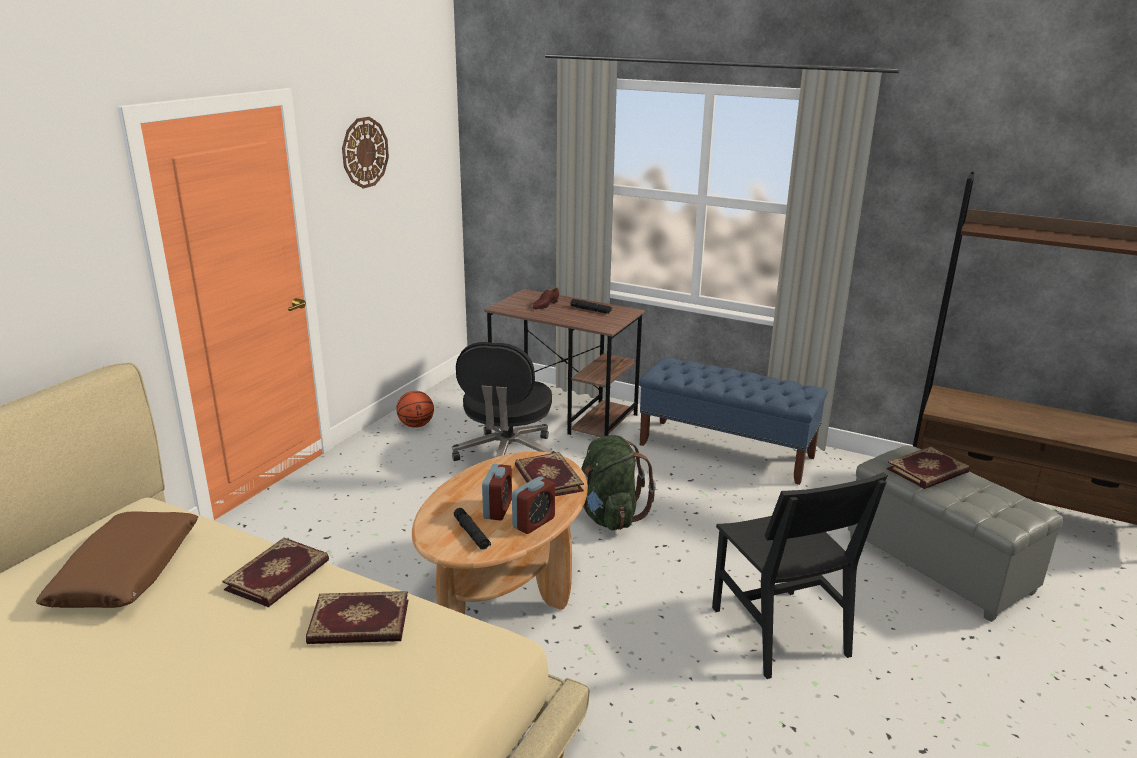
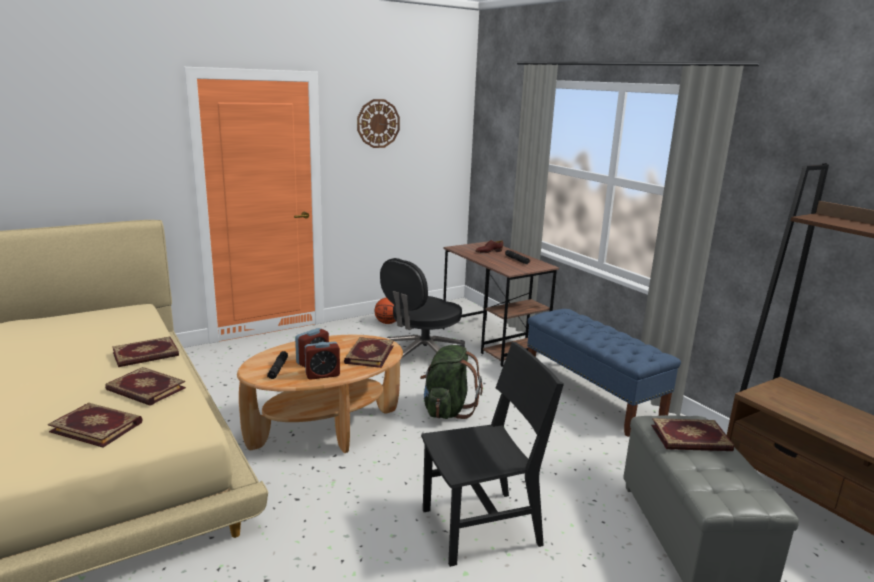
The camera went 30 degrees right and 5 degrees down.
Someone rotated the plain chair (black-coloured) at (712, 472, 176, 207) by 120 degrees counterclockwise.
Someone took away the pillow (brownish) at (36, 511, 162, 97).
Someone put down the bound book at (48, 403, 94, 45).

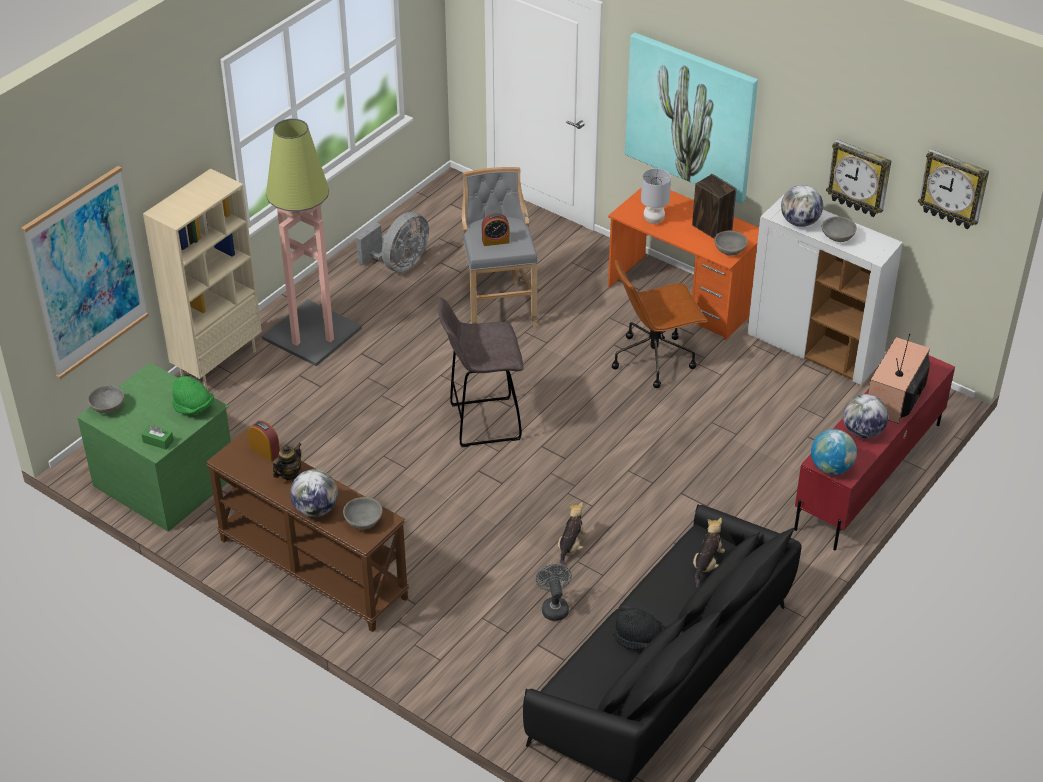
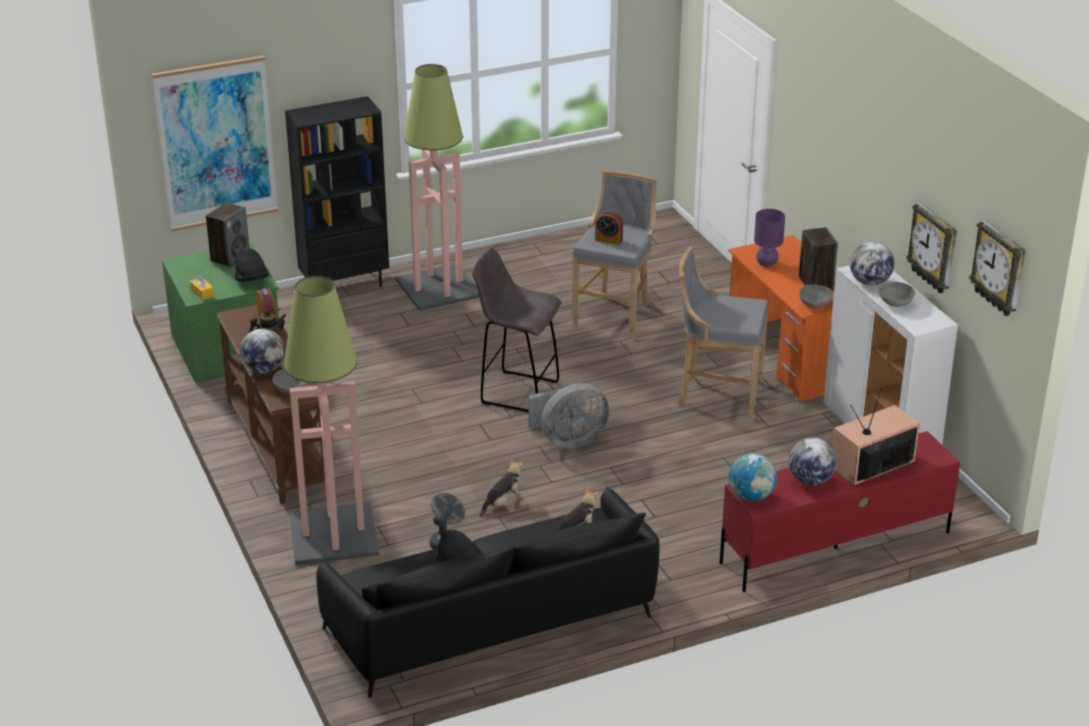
The camera went 30 degrees right and 10 degrees down.
Someone took away the wall art at (625, 33, 133, 171).
Someone repainted the bookcase (beige) at (143, 168, 119, 221), which became the bookcase (black-coloured) at (285, 96, 104, 191).
Someone repainted the lamp for a table (gray) at (641, 168, 30, 56), which became the lamp for a table (purplish) at (754, 209, 31, 57).
Someone carried the fan (gray) from (356, 212, 73, 60) to (528, 383, 81, 65).
Someone swapped the office chair (brownish) at (612, 260, 95, 128) for the stool seat (gray) at (678, 247, 90, 172).
Someone repainted the wearable hat (greenish) at (172, 376, 42, 39), which became the wearable hat (black-coloured) at (234, 247, 35, 35).
Someone took away the bowl (gray) at (88, 385, 37, 28).
Someone repainted the tissue holder (greenish) at (141, 425, 33, 25), which became the tissue holder (yellow) at (190, 275, 24, 25).
Someone put down the speaker at (206, 202, 43, 66).
Someone put down the floor lamp at (284, 276, 95, 289).

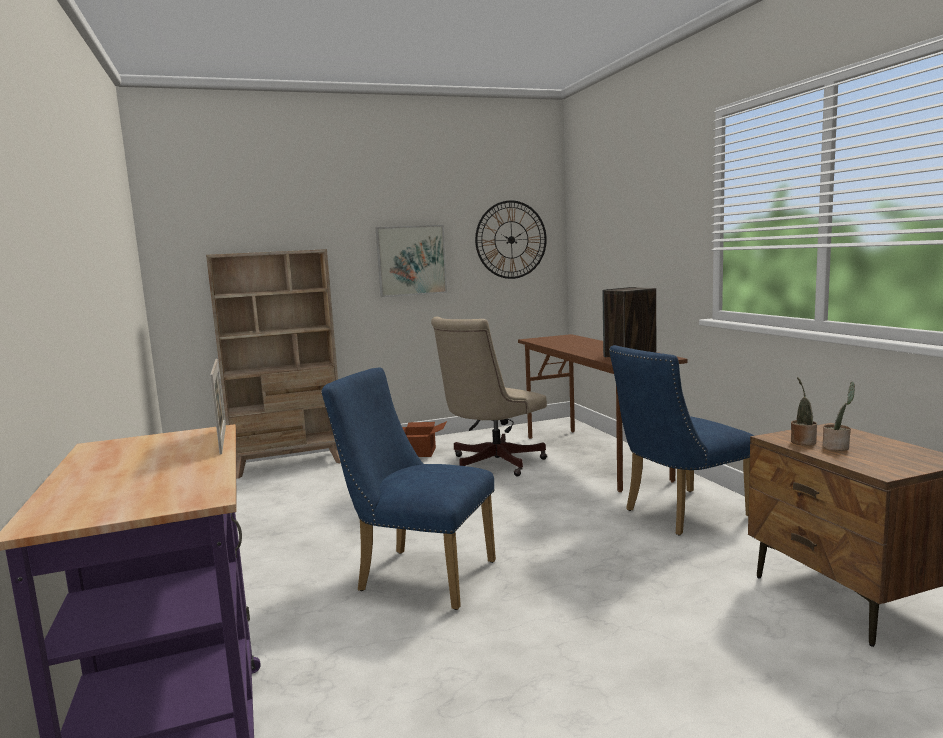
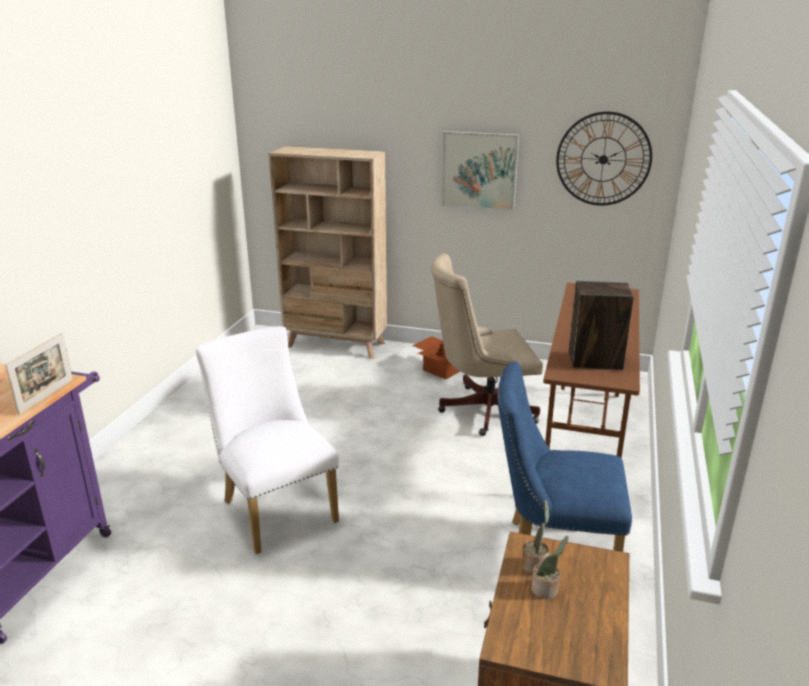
The camera went 35 degrees right and 15 degrees up.
Someone repainted the plain chair (blue) at (321, 367, 175, 243), which became the plain chair (whitish) at (195, 326, 144, 228).

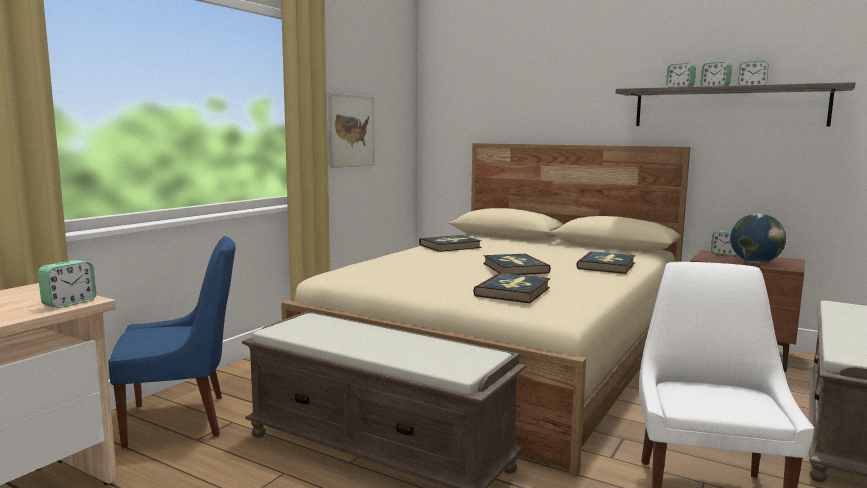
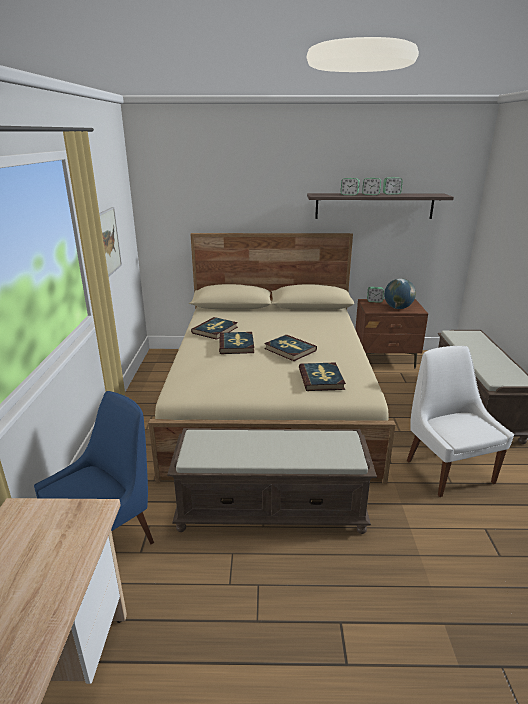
The camera went 30 degrees left and 15 degrees up.
Someone carried the bound book from (576, 251, 59, 23) to (219, 332, 35, 22).
Someone took away the table clock at (38, 260, 58, 48).

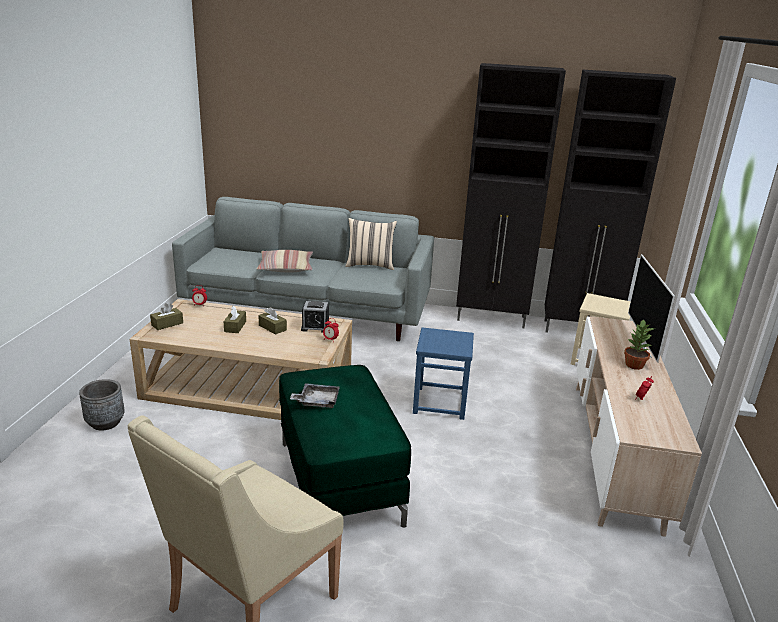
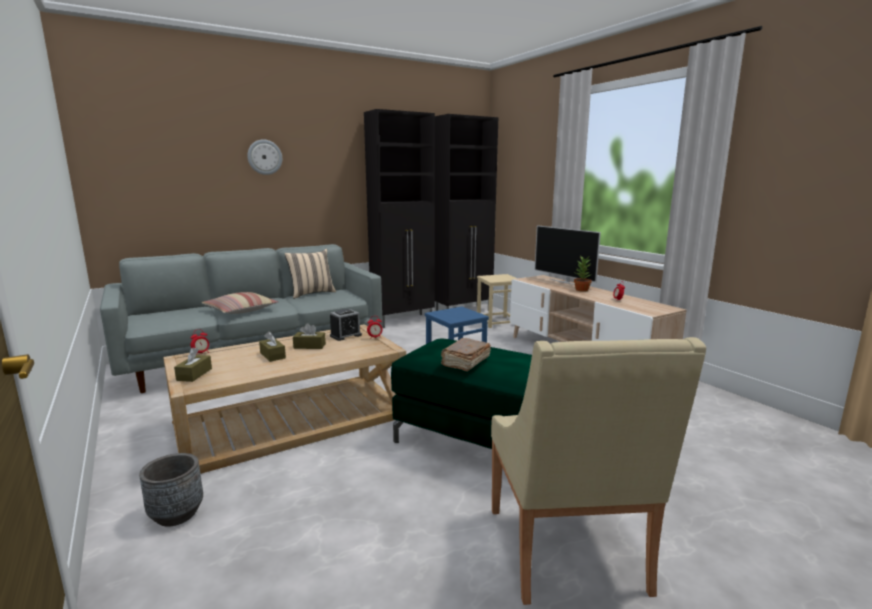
The camera went 40 degrees left and 10 degrees down.
Someone swapped the serving tray (gray) at (290, 383, 50, 25) for the bound book (brownish) at (441, 338, 50, 34).
Someone put up the clock on the wall at (247, 139, 35, 36).

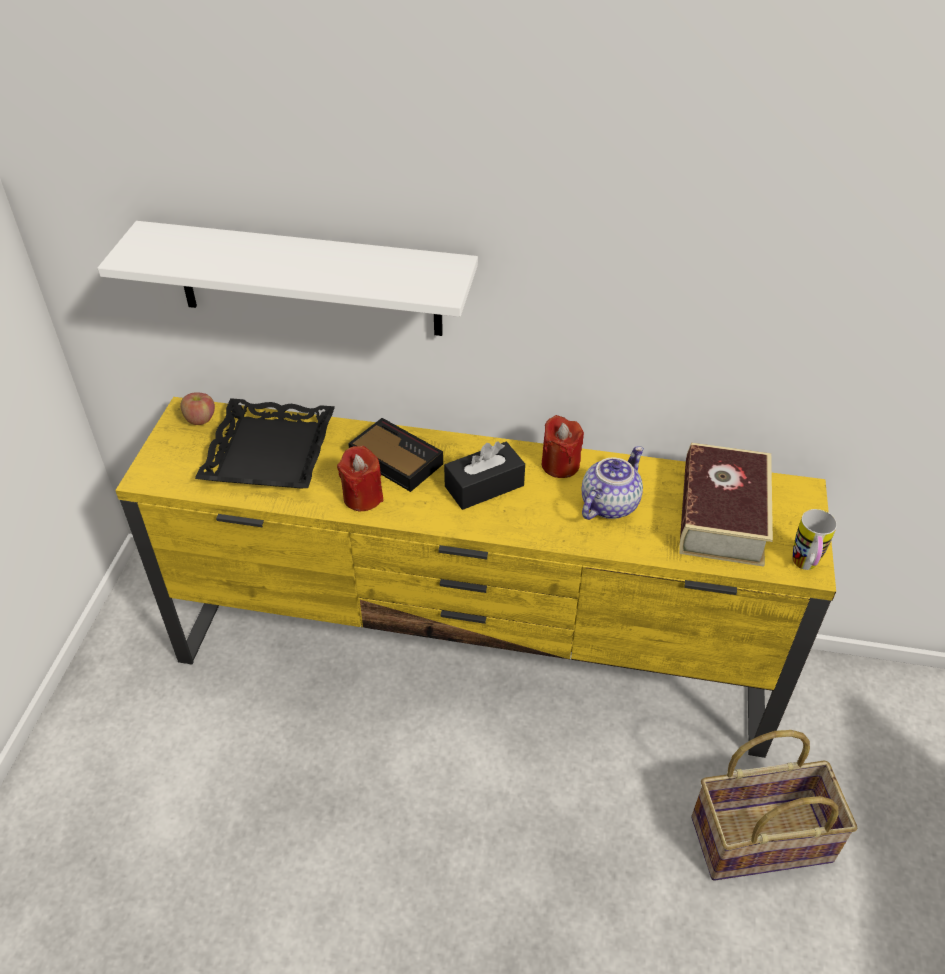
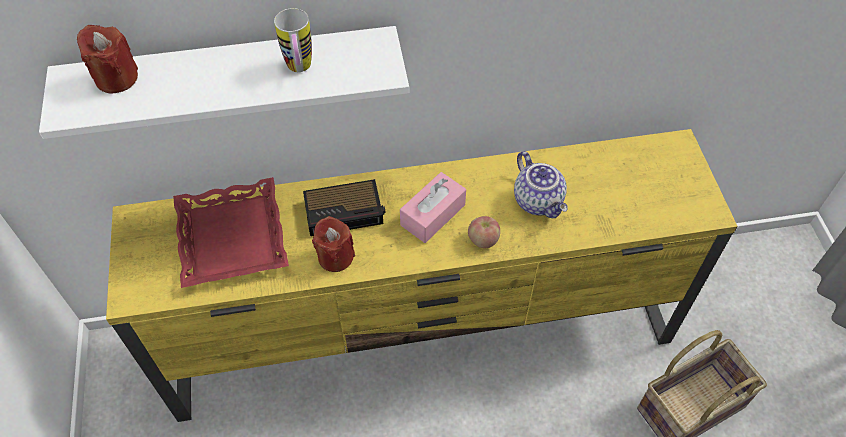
The camera went 20 degrees left and 10 degrees up.
Someone carried the apple fruit from (180, 392, 35, 33) to (468, 216, 32, 32).
Someone repainted the serving tray (black-coloured) at (195, 398, 140, 90), which became the serving tray (reddish) at (173, 177, 116, 111).
Someone carried the wax candle (reddish) from (542, 415, 42, 63) to (77, 25, 61, 69).
Someone rotated the table clock at (348, 418, 95, 74) by 150 degrees clockwise.
Someone repainted the tissue holder (black-coloured) at (444, 442, 81, 68), which became the tissue holder (pink) at (400, 172, 66, 71).
Someone took away the bound book at (679, 443, 94, 124).
Someone rotated the tea pot at (582, 446, 62, 74) by 135 degrees clockwise.
Someone carried the tea mug from (793, 509, 44, 61) to (274, 8, 38, 64).

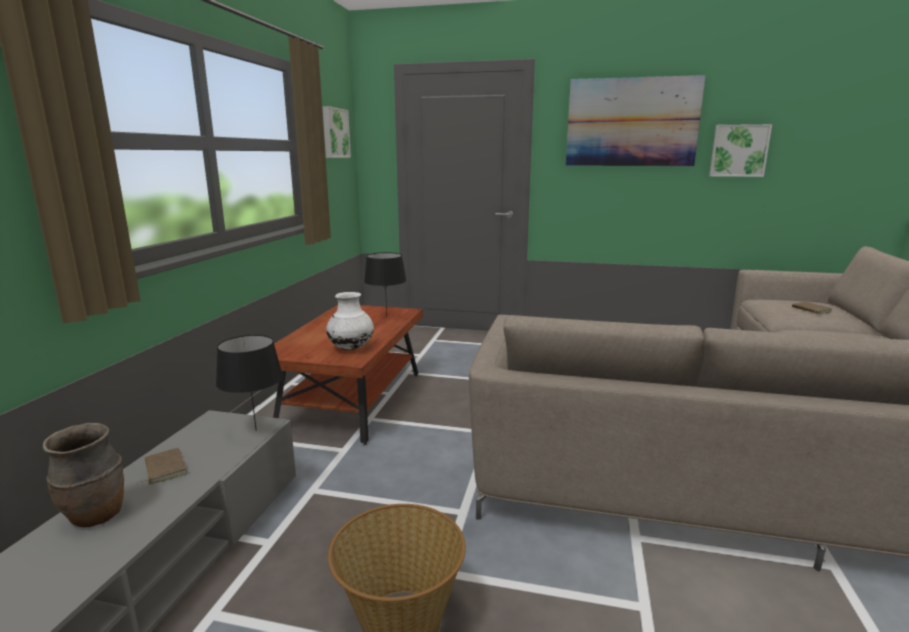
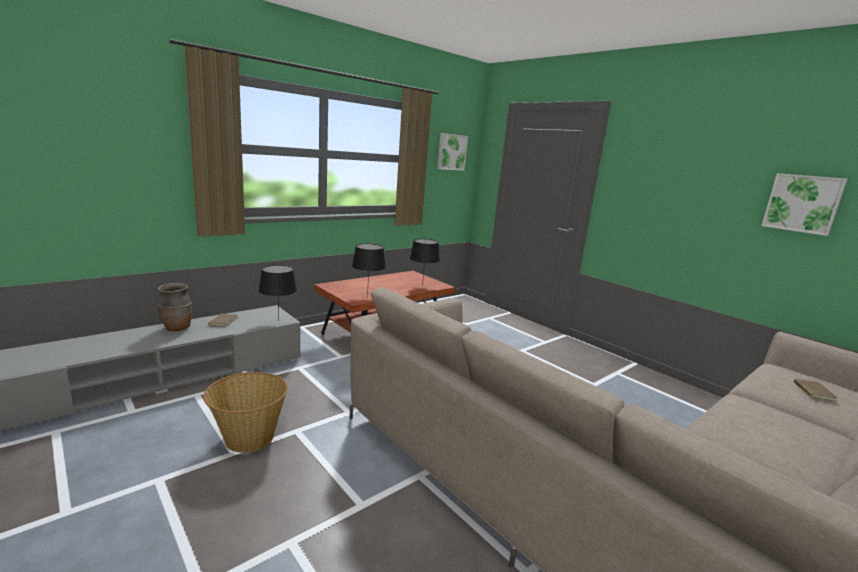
The camera went 35 degrees right and 0 degrees up.
Someone took away the wall art at (566, 75, 140, 91).
Someone swapped the flower vase (whitish) at (326, 292, 48, 58) for the lamp for a table (black-coloured) at (352, 243, 34, 52).

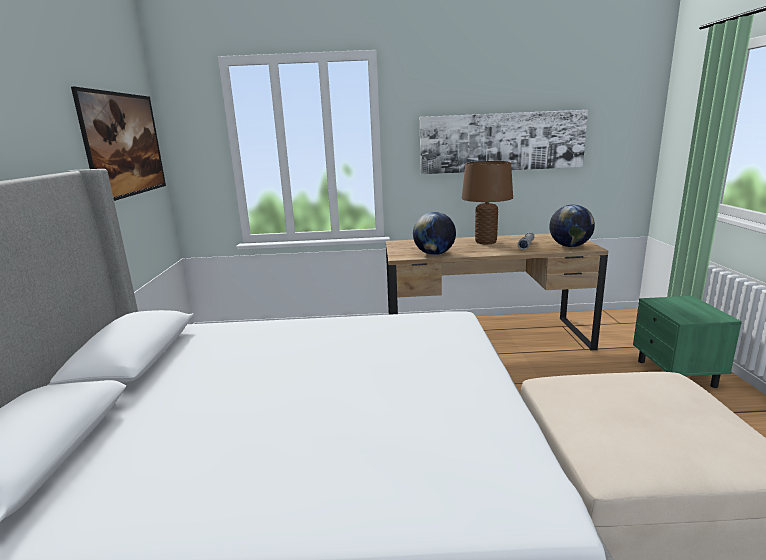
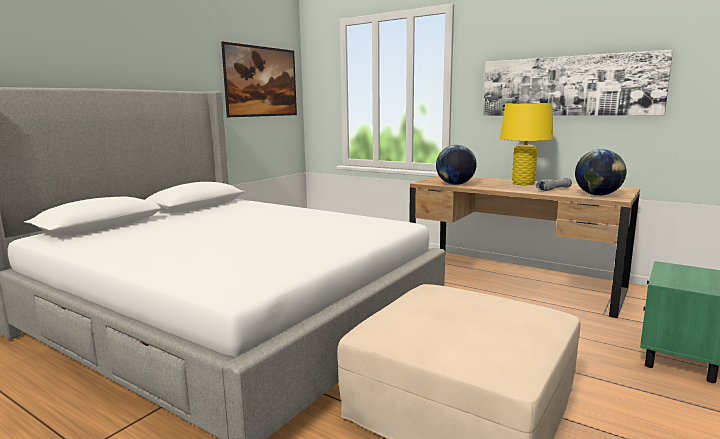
The camera went 35 degrees right and 5 degrees down.
Someone repainted the lamp for a table (brownish) at (462, 161, 51, 83), which became the lamp for a table (yellow) at (500, 103, 53, 82).

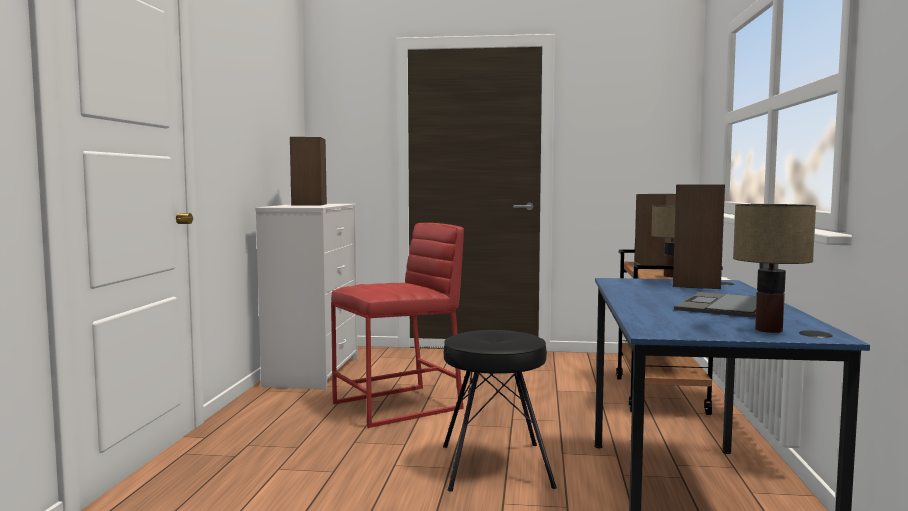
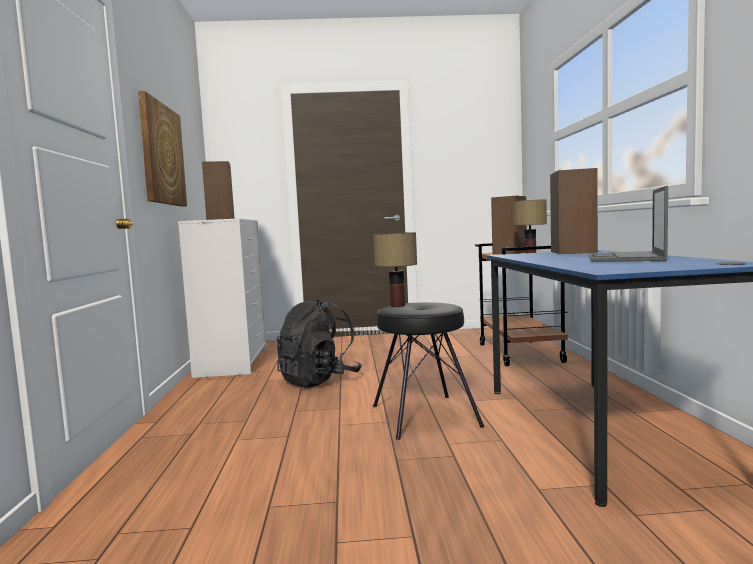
The camera went 10 degrees left and 0 degrees up.
Someone carried the lamp for a table from (733, 204, 83, 129) to (374, 232, 43, 75).
Someone swapped the stool seat (reddish) at (331, 223, 133, 205) for the rucksack (black-coloured) at (277, 300, 85, 88).
Someone put up the wall art at (138, 91, 49, 116).

